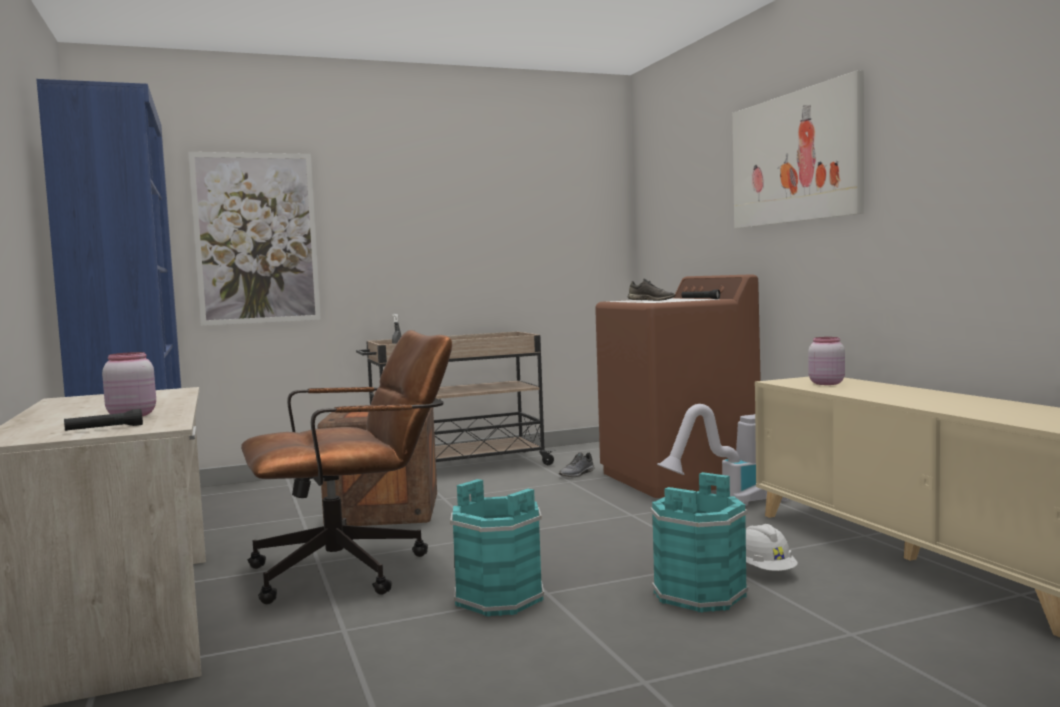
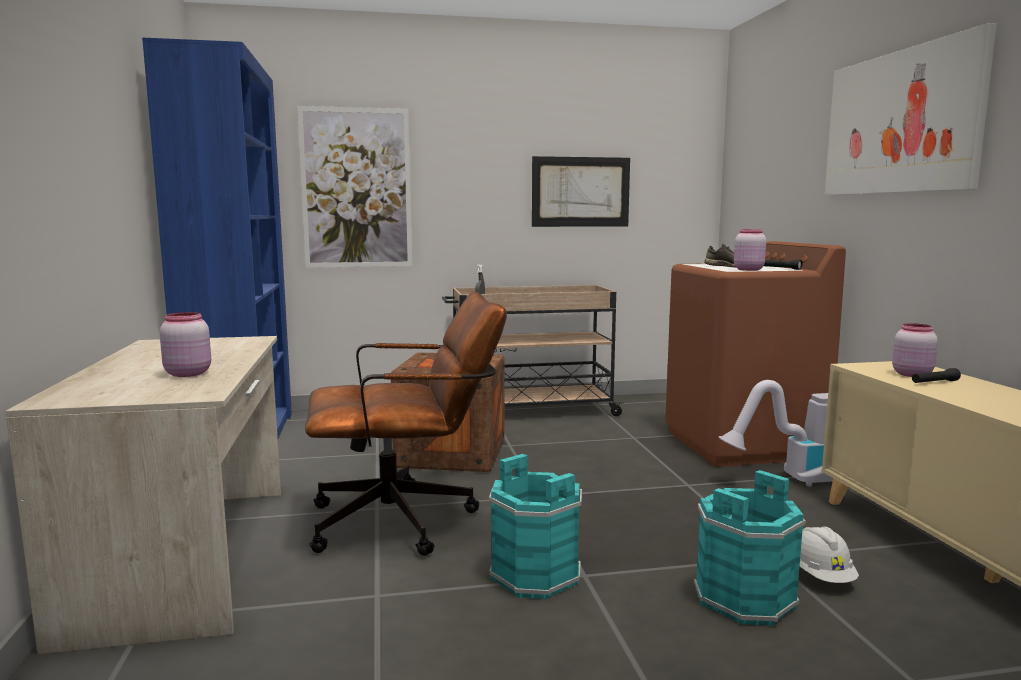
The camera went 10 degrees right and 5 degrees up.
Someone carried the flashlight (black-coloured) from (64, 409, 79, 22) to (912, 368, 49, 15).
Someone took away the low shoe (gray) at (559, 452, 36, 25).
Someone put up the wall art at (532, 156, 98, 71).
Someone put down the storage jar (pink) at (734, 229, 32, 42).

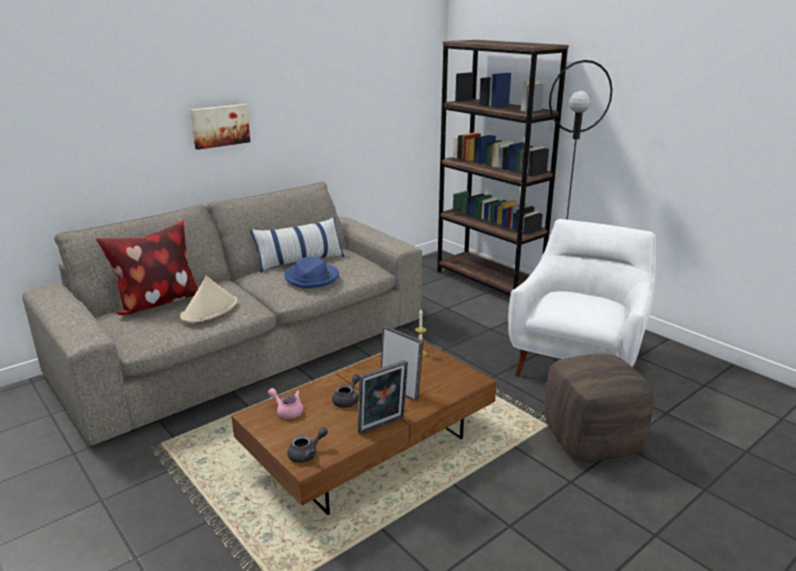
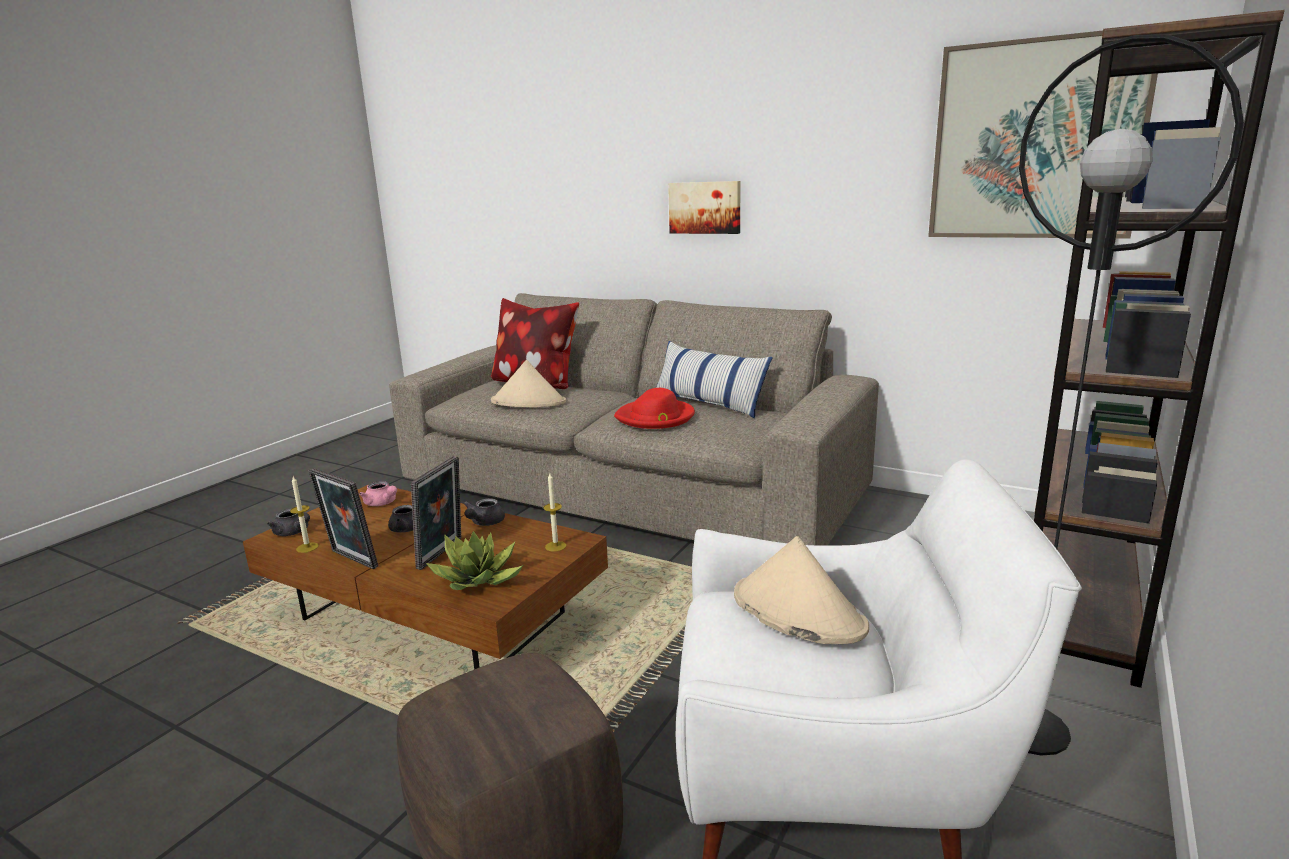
The camera went 70 degrees right and 5 degrees down.
Someone repainted the wearable hat (blue) at (284, 257, 55, 32), which became the wearable hat (reddish) at (614, 388, 81, 41).
Someone rotated the tea pot (pink) at (268, 388, 35, 31) by 120 degrees clockwise.
Someone put up the wall art at (928, 31, 230, 207).
Someone put down the wax candle at (290, 476, 29, 77).
Someone put down the tea pot (gray) at (464, 498, 41, 28).
Someone put down the potted plant at (426, 531, 97, 59).
Someone put down the wearable hat (beige) at (734, 536, 135, 108).

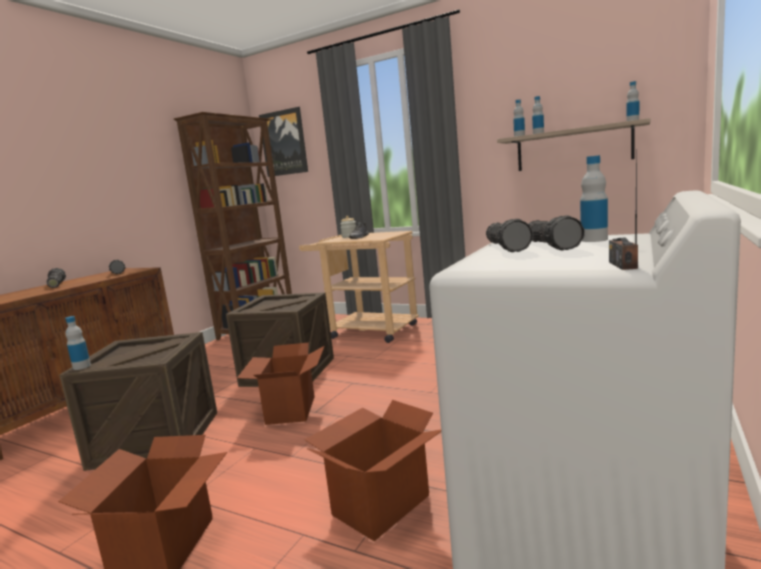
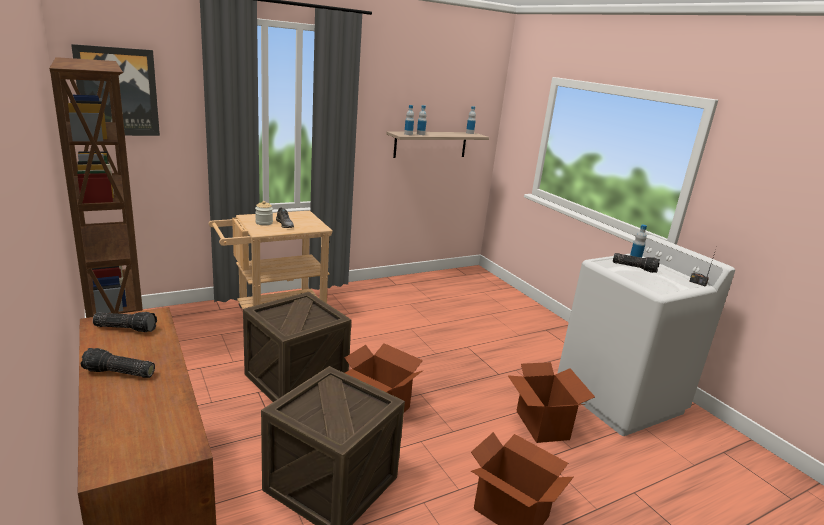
The camera went 60 degrees left and 10 degrees up.
Someone took away the flashlight at (486, 219, 47, 33).
Someone took away the drink bottle at (65, 316, 26, 54).

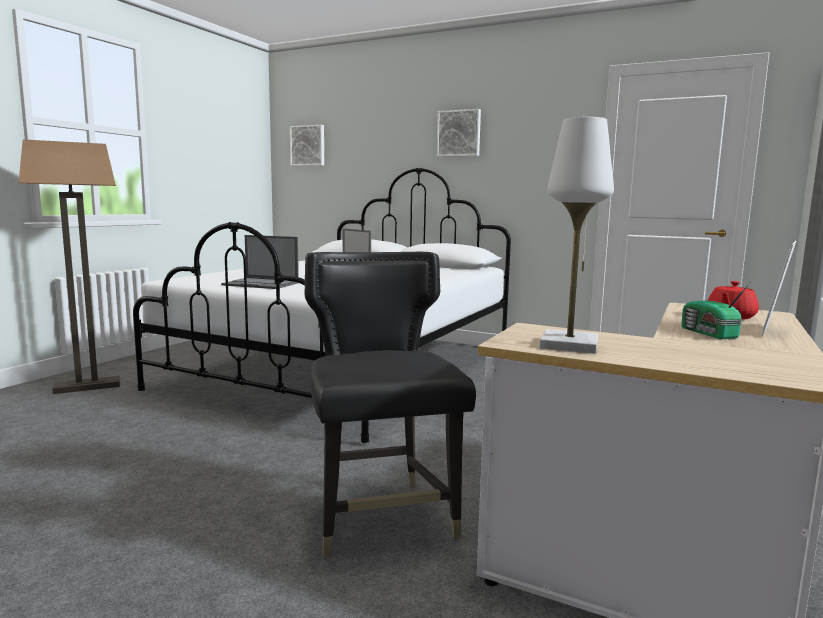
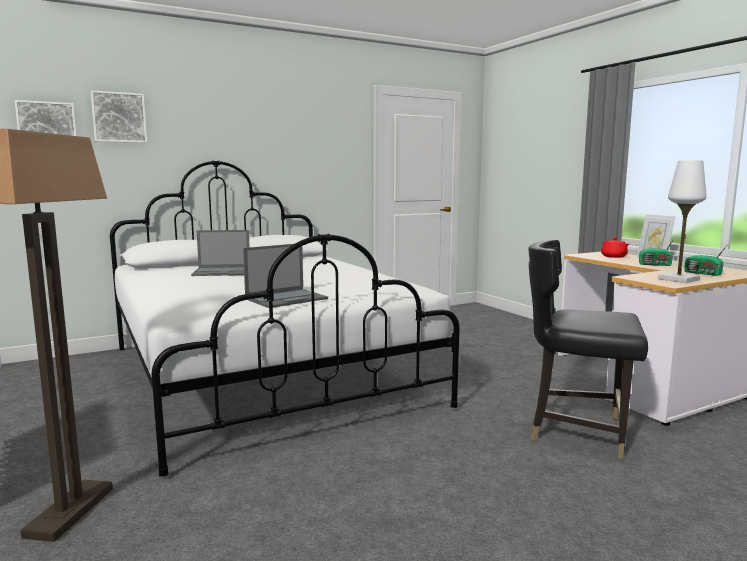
The camera went 55 degrees left and 0 degrees up.
Someone carried the wall art from (437, 109, 44, 48) to (91, 90, 56, 53).
Someone put down the radio receiver at (684, 243, 45, 33).

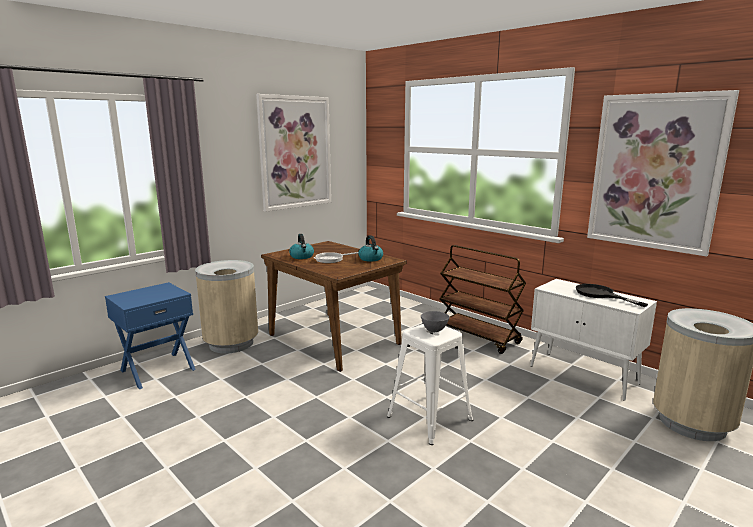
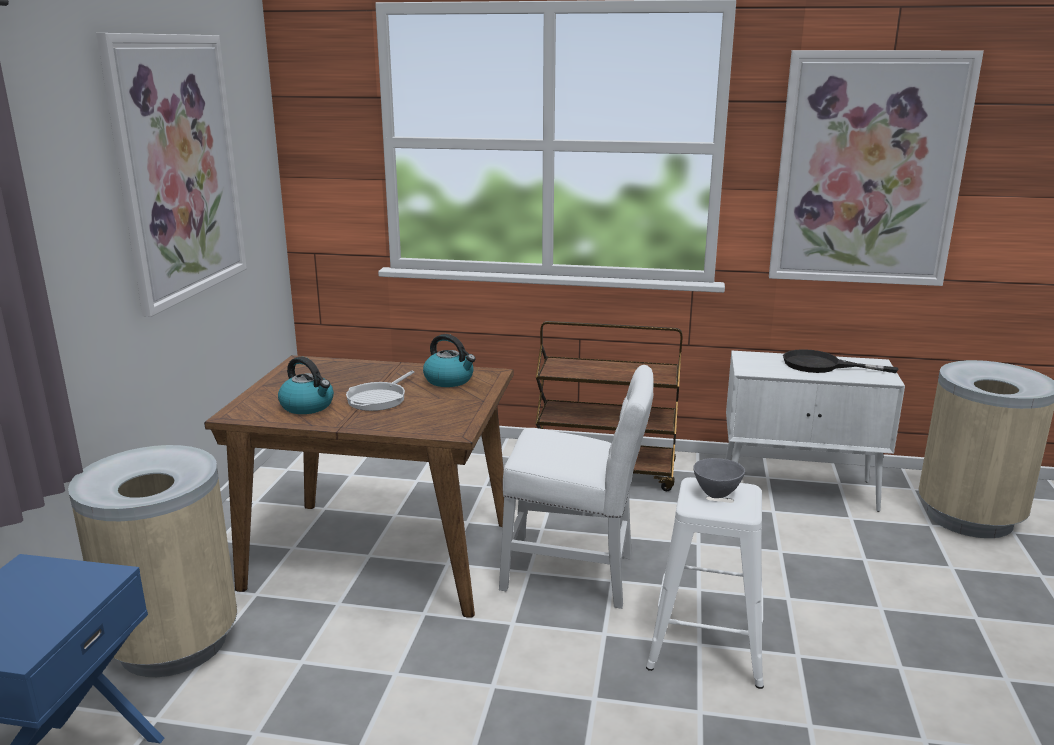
The camera went 35 degrees left and 5 degrees up.
Someone put down the plain chair (whitish) at (499, 365, 155, 244).

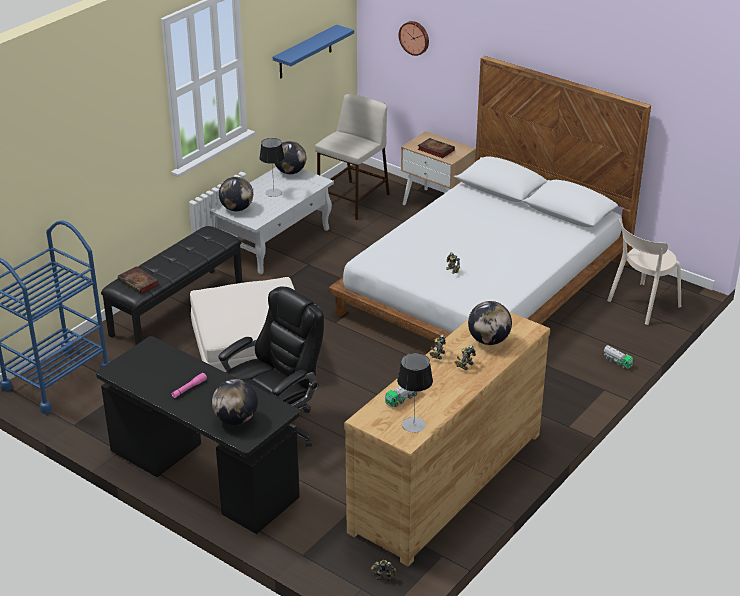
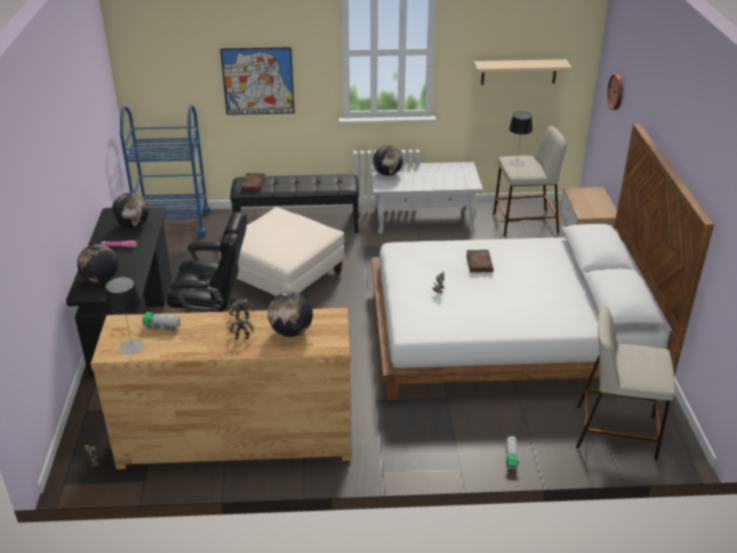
The camera went 50 degrees right and 0 degrees up.
Someone repainted the shelf (blue) at (273, 25, 81, 54), which became the shelf (beige) at (473, 59, 99, 26).
Someone carried the lamp for a table from (259, 138, 26, 59) to (509, 112, 23, 54).
Someone carried the bound book from (418, 138, 37, 20) to (466, 250, 27, 23).
Someone carried the globe from (275, 141, 31, 33) to (112, 193, 37, 35).
Someone swapped the plain chair (beige) at (607, 218, 74, 107) for the stool seat (beige) at (576, 306, 99, 154).
Someone put up the wall art at (220, 47, 75, 68).

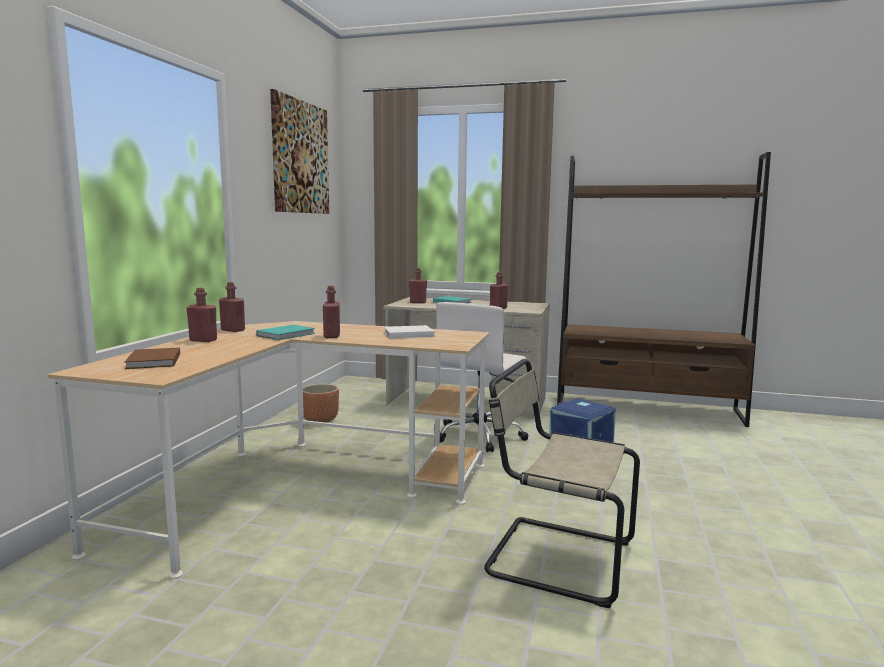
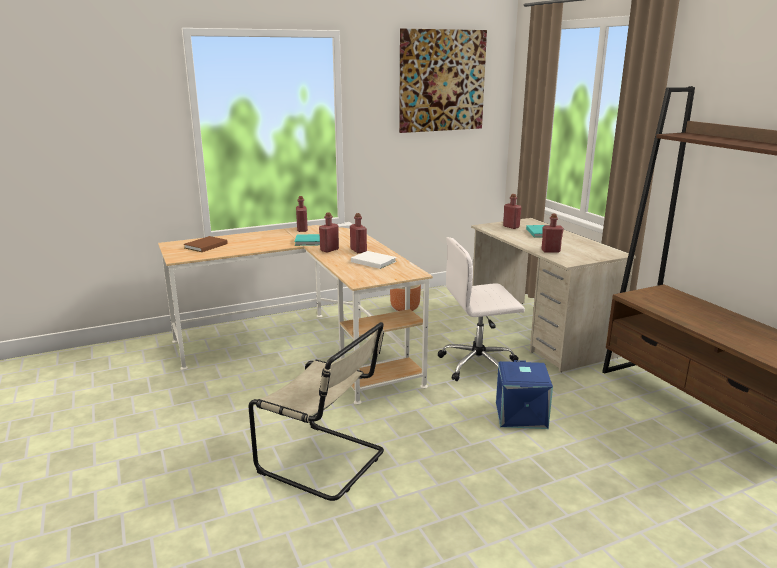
The camera went 50 degrees right and 10 degrees up.
Someone carried the drink bottle (reddish) from (186, 288, 31, 54) to (350, 213, 17, 40).
Someone rotated the plain chair (beige) at (484, 359, 156, 249) by 135 degrees clockwise.

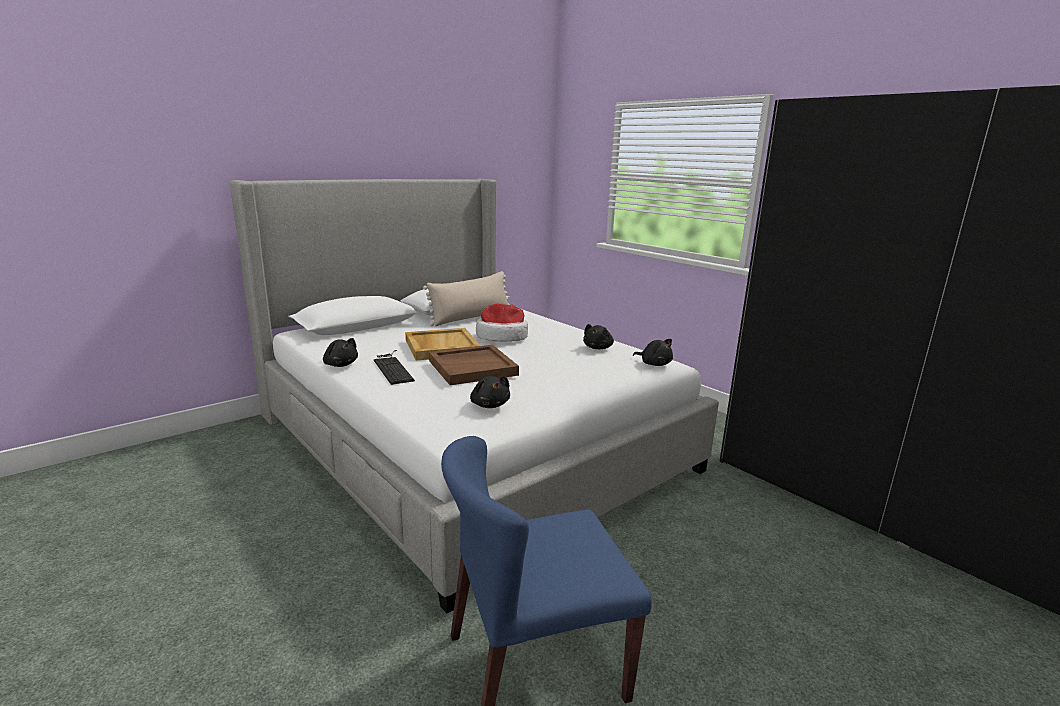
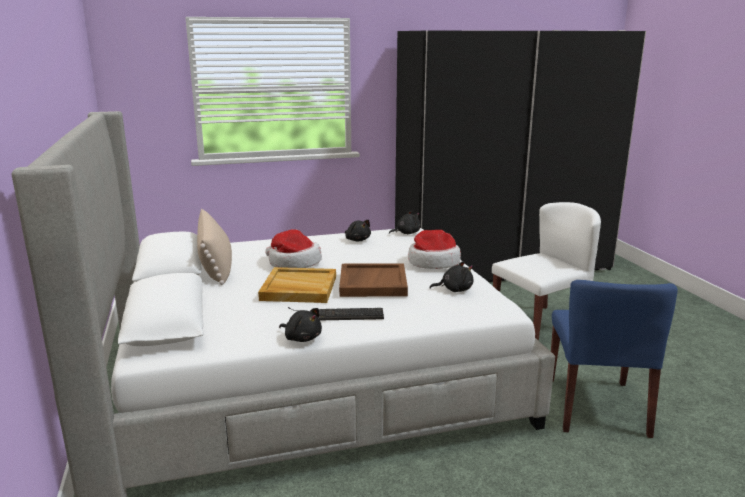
The camera went 65 degrees left and 0 degrees up.
Someone rotated the cuddly toy (black-coloured) at (323, 338, 35, 29) by 60 degrees clockwise.
Someone put down the plain chair (whitish) at (492, 202, 109, 139).
Someone put down the wearable hat at (408, 230, 53, 39).

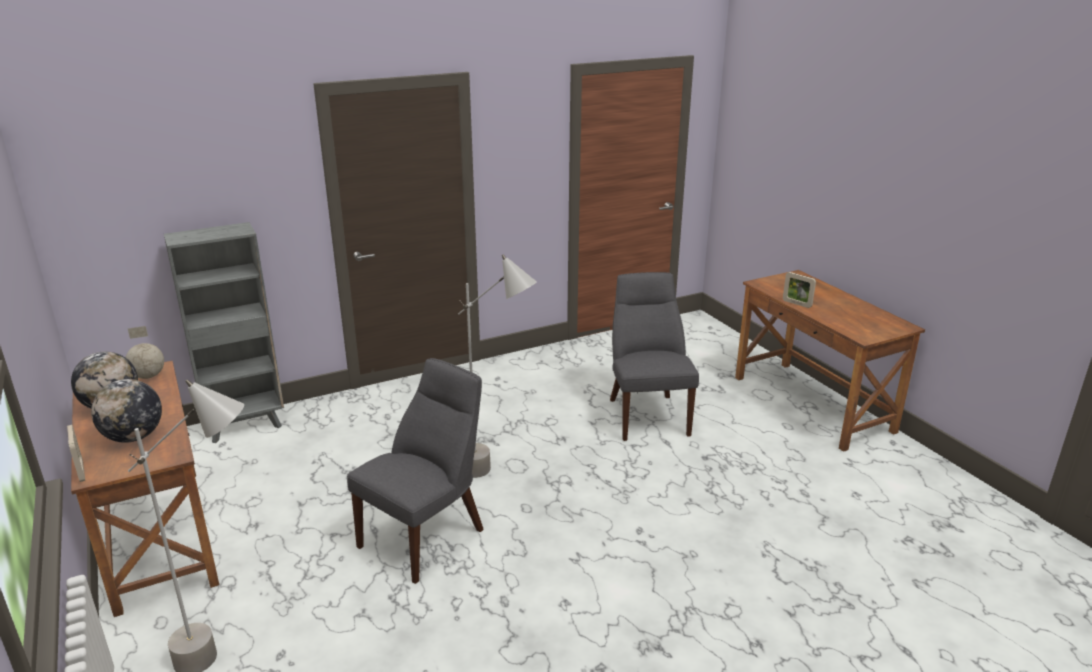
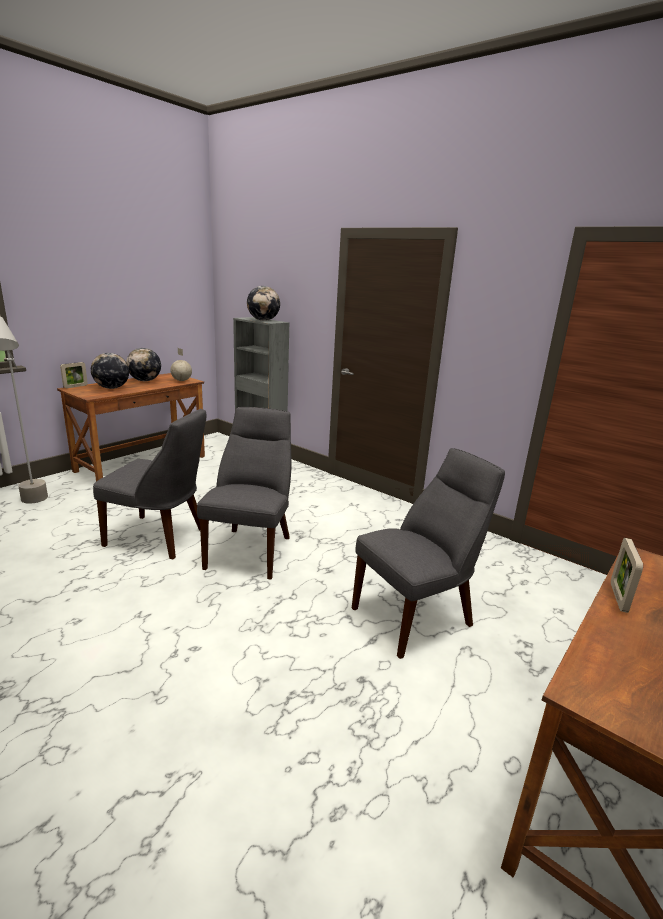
The camera went 65 degrees right and 5 degrees down.
Someone swapped the floor lamp (gray) at (458, 254, 79, 224) for the plain chair (gray) at (197, 407, 95, 173).
Someone put down the globe at (247, 286, 33, 35).

